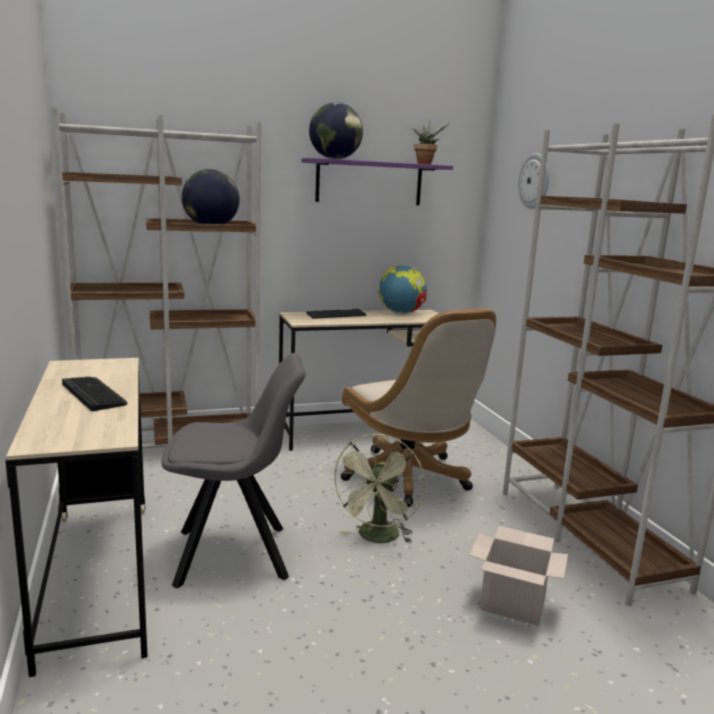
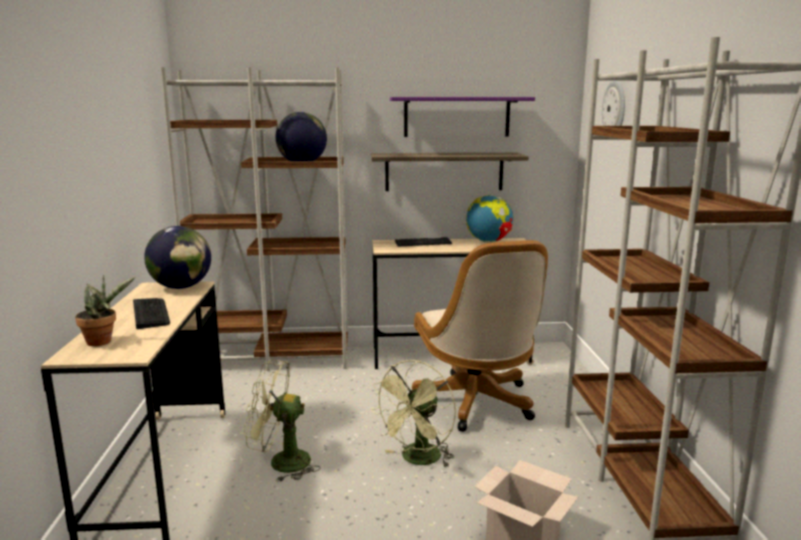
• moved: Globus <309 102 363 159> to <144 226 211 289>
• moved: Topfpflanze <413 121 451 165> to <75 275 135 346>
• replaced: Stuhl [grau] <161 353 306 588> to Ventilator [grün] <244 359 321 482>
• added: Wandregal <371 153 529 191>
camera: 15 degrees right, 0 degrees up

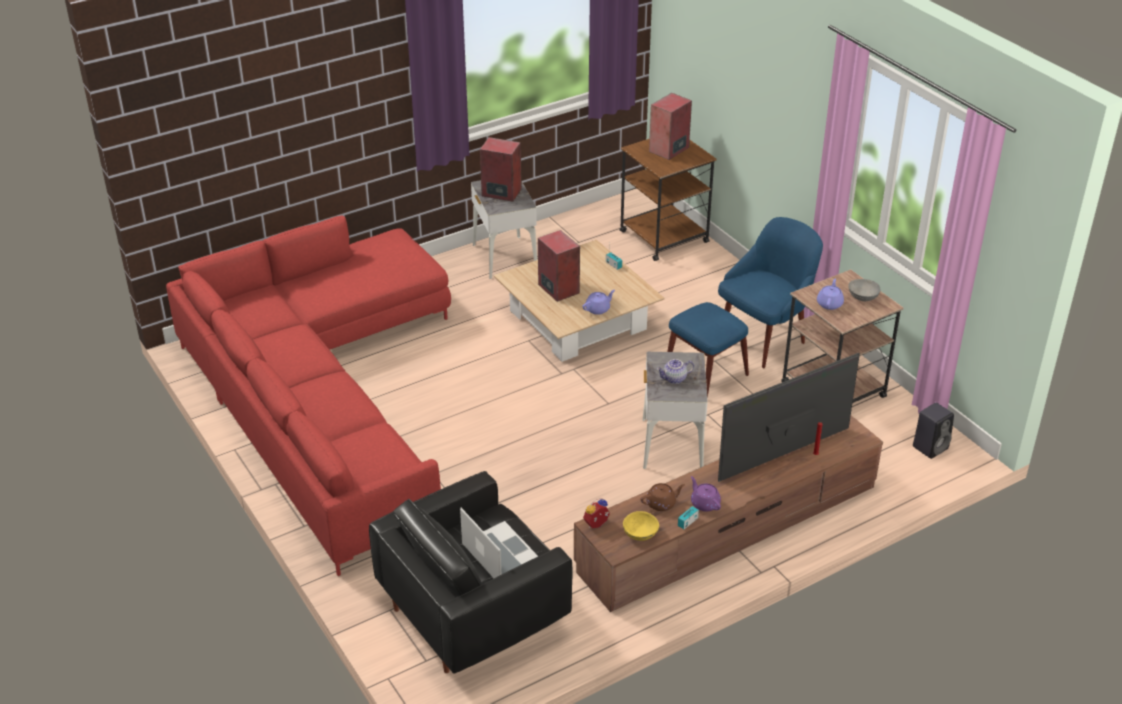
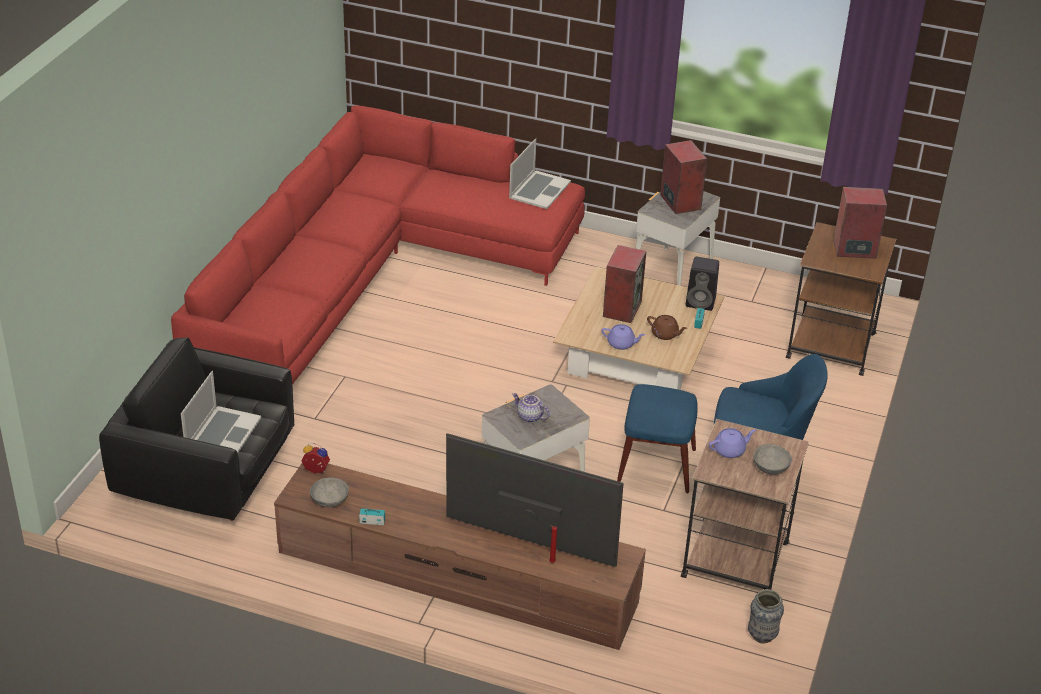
• moved: Lautsprecher [schwarz] <913 403 954 459> to <686 257 719 311>
• removed: Teekanne [lila] <691 476 721 511>
• moved: Teekanne [braun] <641 483 685 511> to <647 315 687 340>
• recoloured: Schüssel [gelb] <623 511 659 541> to Schüssel [grau] <310 477 349 507>
• added: Laptop <509 138 571 209>
• added: Vase <748 589 784 644>
camera: 50 degrees right, 0 degrees up

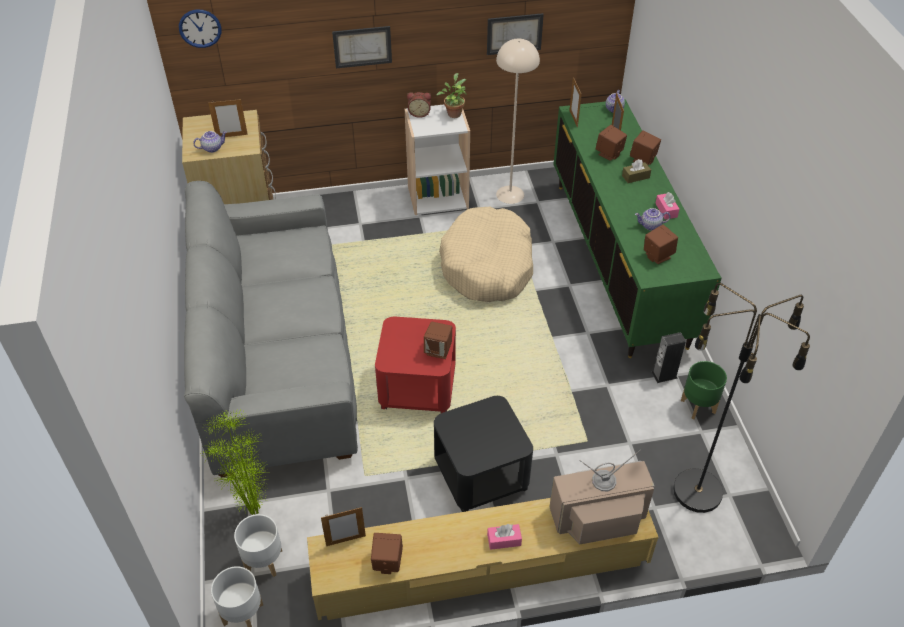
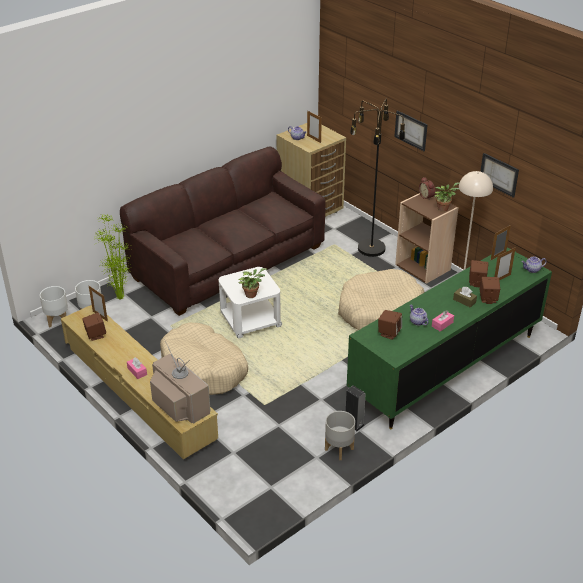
• removed: Wanduhr <179 9 222 48>
• recoloured: Bücherregal [weiß] <405 105 470 215> to Bücherregal [braun] <395 193 459 284>
• recoloured: Sofa [grau] <184 181 358 477> to Sofa [braun] <120 147 326 316>
• moved: Stehlampe <673 283 810 513> to <350 99 405 257>
• recoloured: Beistelltisch [rot] <375 317 456 413> to Beistelltisch [weiß] <219 267 282 339>
• replaced: Lautsprecher [braun] <424 322 452 359> to Topfpflanze <238 268 267 298>
• recoloured: Pflanzkübel [grün] <681 361 727 420> to Pflanzkübel [grau] <325 411 355 460>
• replaced: Beistelltisch [schwarz] <434 396 533 512> to Hundebett [beige] <160 323 248 395>
camera: 60 degrees right, 10 degrees down

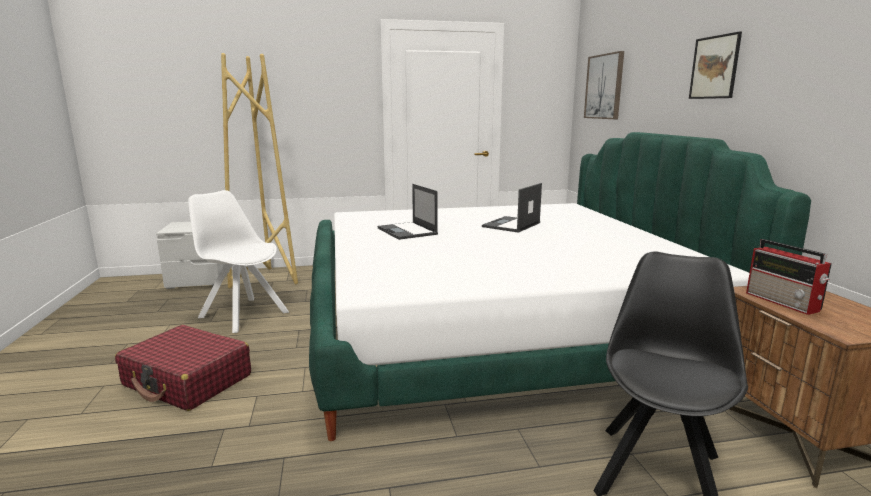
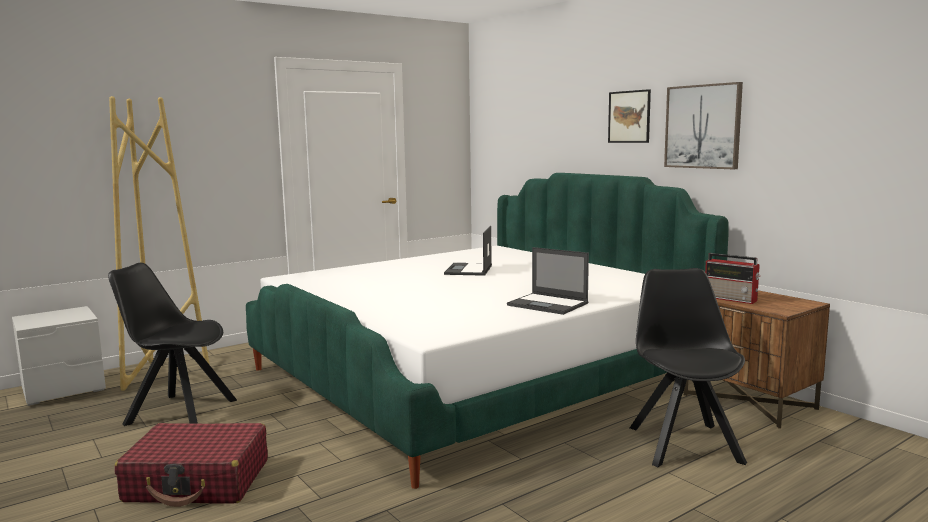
• moved: Bild <584 51 624 119> to <664 82 743 169>
• moved: Laptop <378 184 438 240> to <507 247 589 315>
• recoloured: Stuhl [weiß] <188 190 289 333> to Stuhl [schwarz] <108 263 237 426>
camera: 25 degrees left, 5 degrees down

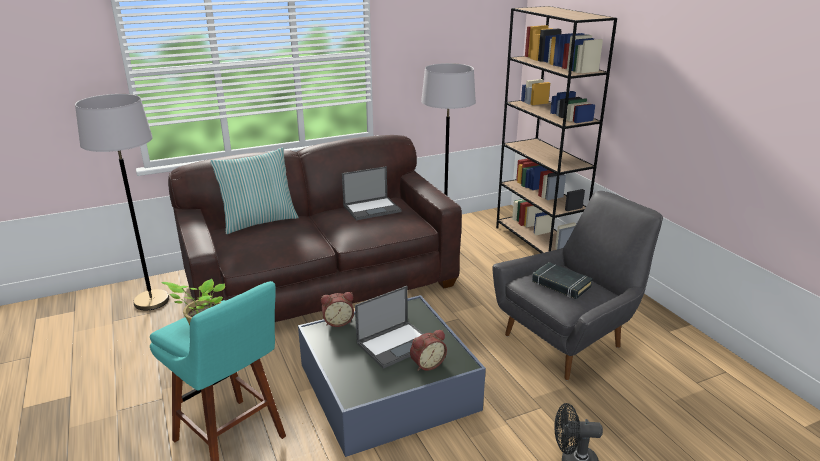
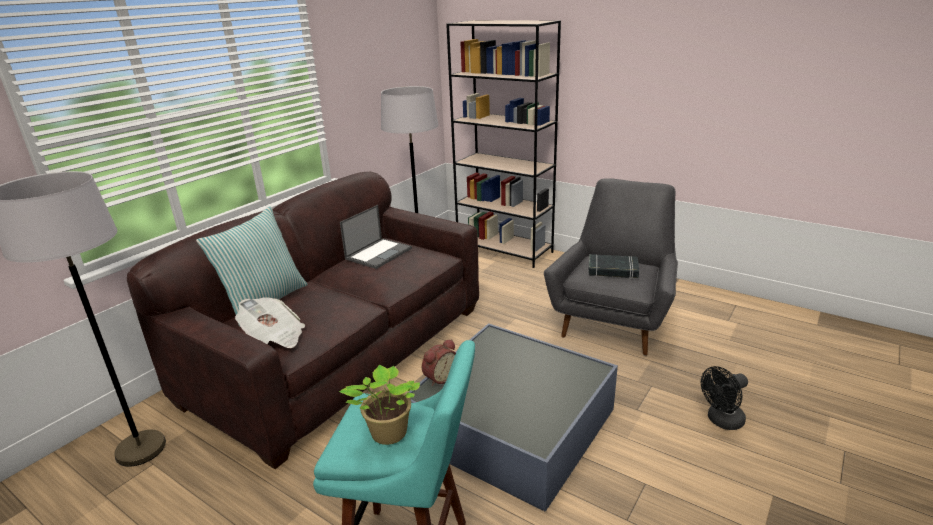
• removed: Laptop <355 286 423 369>
• removed: Wecker <410 330 447 371>
• added: Zeitung <235 297 305 348>
camera: 30 degrees left, 0 degrees up

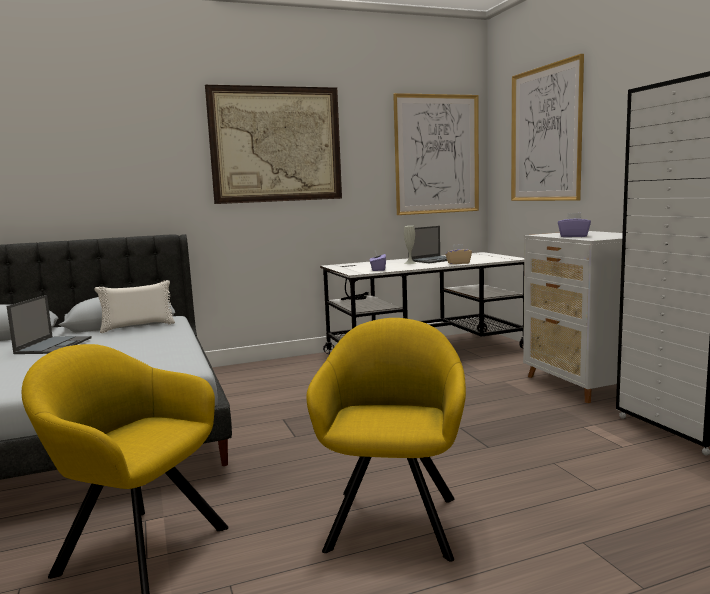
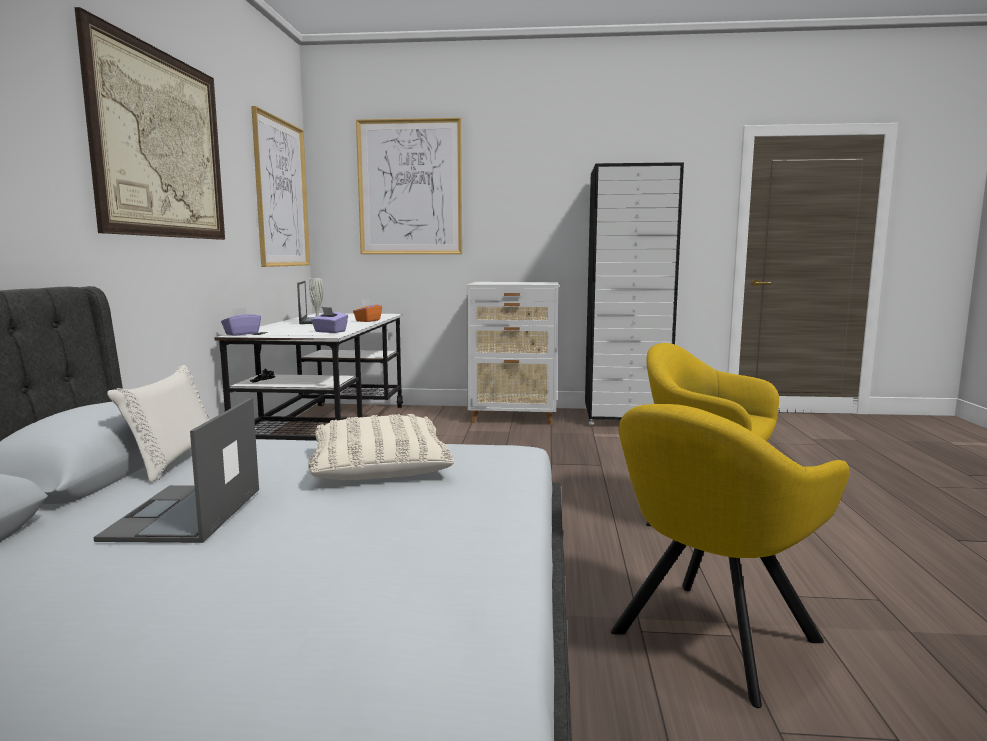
• moved: Taschentuchbox [lila] <558 213 591 237> to <221 307 261 335>
• recoloured: Taschentuchbox [beige] <445 244 472 264> to Taschentuchbox [orange] <353 299 382 322>
• turned: Laptop <7 295 92 354> = <94 398 259 543> 120 degrees counterclockwise
• added: Kissen [beige] <308 414 454 480>
camera: 65 degrees left, 0 degrees up

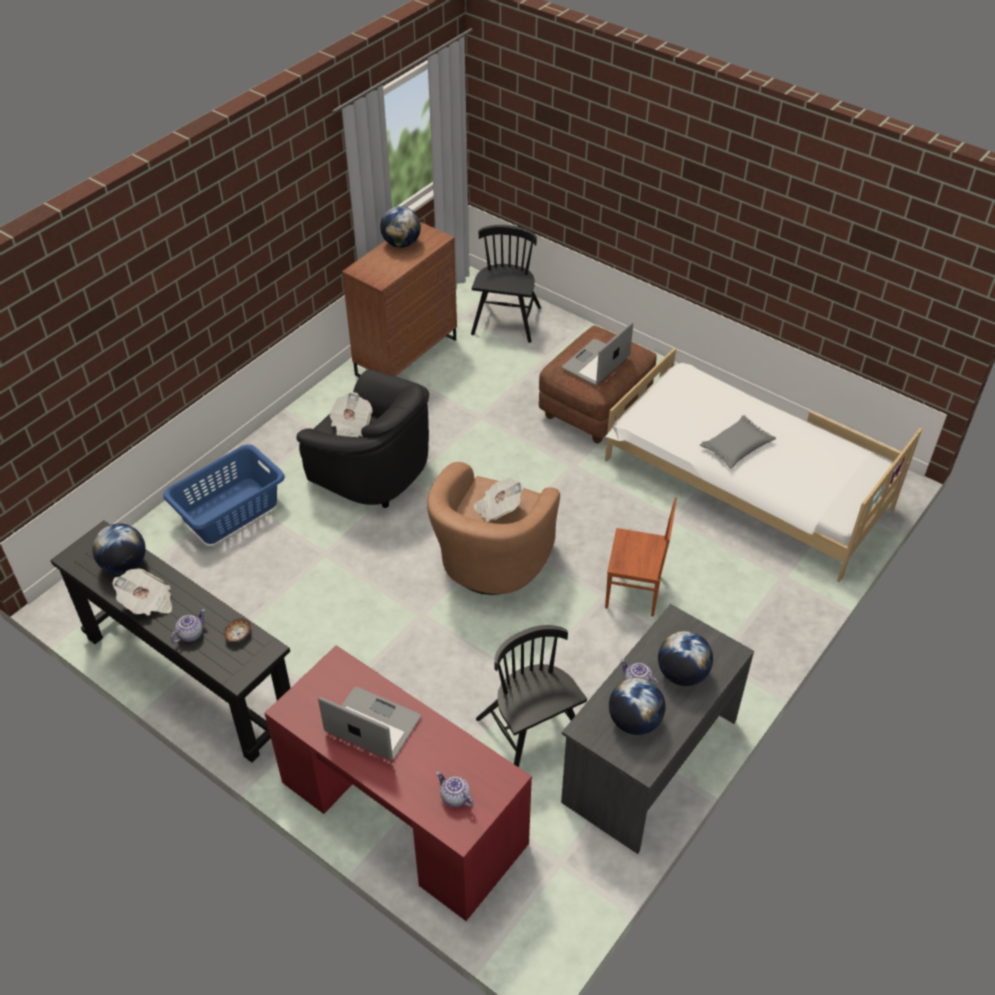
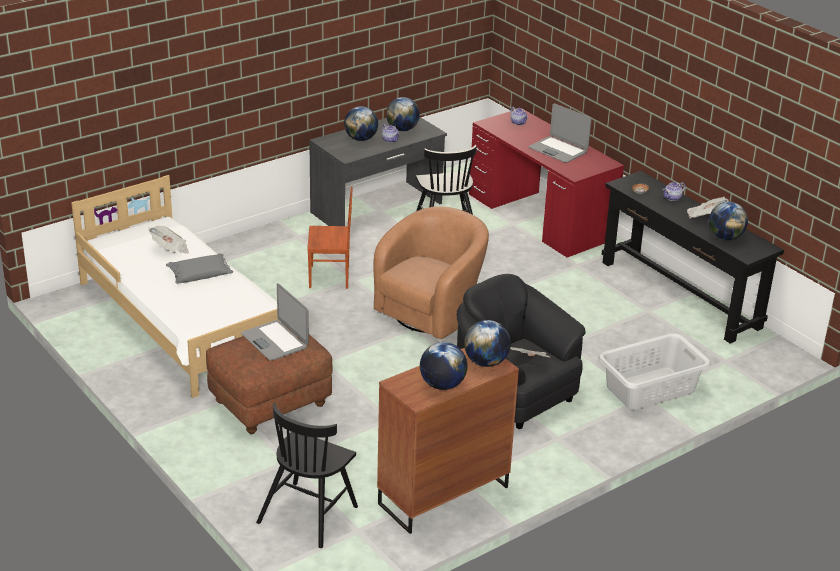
• turned: Laptop <562 322 633 385> = <241 283 309 361> 90 degrees clockwise
• recoloured: Wäschekorb [blau] <163 444 285 544> to Wäschekorb [grau] <599 333 711 410>
• moved: Zeitung <473 477 524 522> to <148 226 189 254>
• turned: Stuhl [braun] <605 497 677 616> = <307 186 353 289> 150 degrees clockwise
• added: Globus <464 320 511 367>
camera: 165 degrees left, 15 degrees down

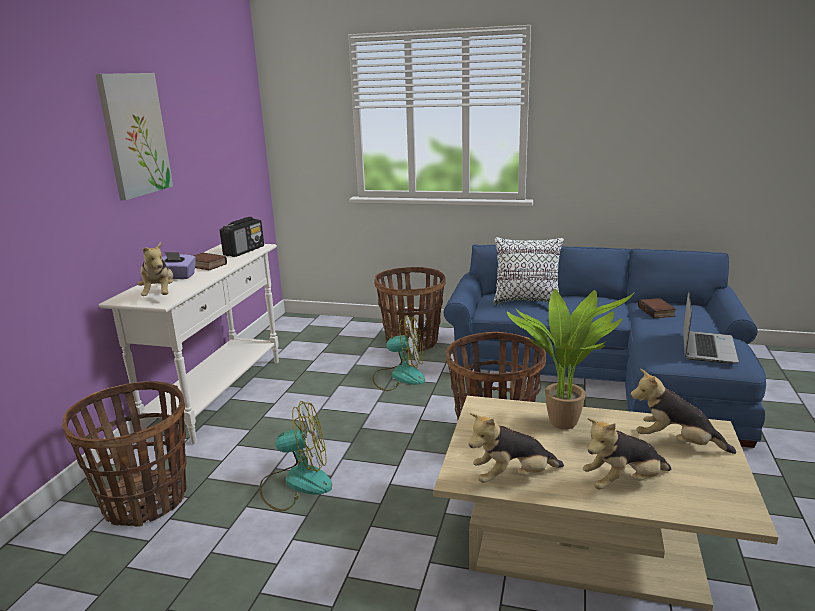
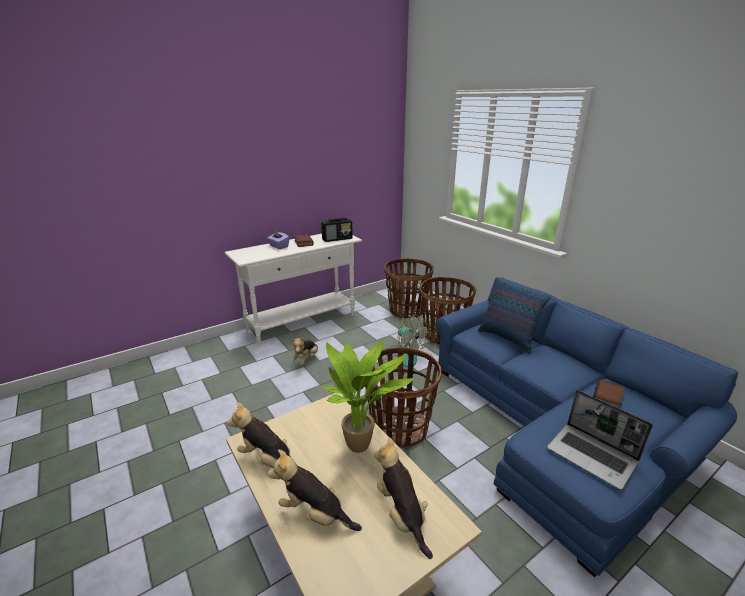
• removed: Bild <95 73 173 200>
• recoloured: Kissen [weiß] <493 237 564 305> to Kissen [blau] <478 277 551 354>
• moved: Plüschtier <138 242 173 296> to <291 337 318 366>
• turned: Laptop <683 292 739 364> = <547 390 653 490> 75 degrees clockwise
• moved: Korb <62 381 187 527> to <384 258 434 318>
• removed: Ventilator <259 401 332 511>
camera: 40 degrees right, 5 degrees up

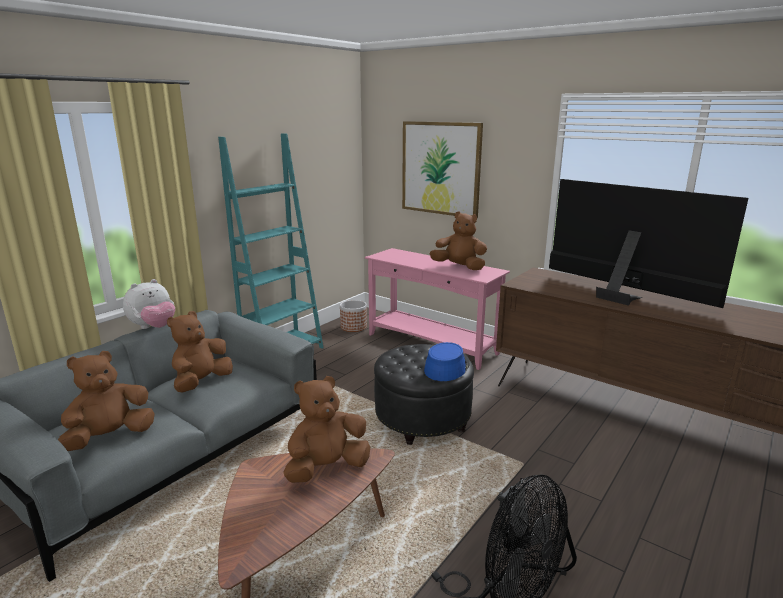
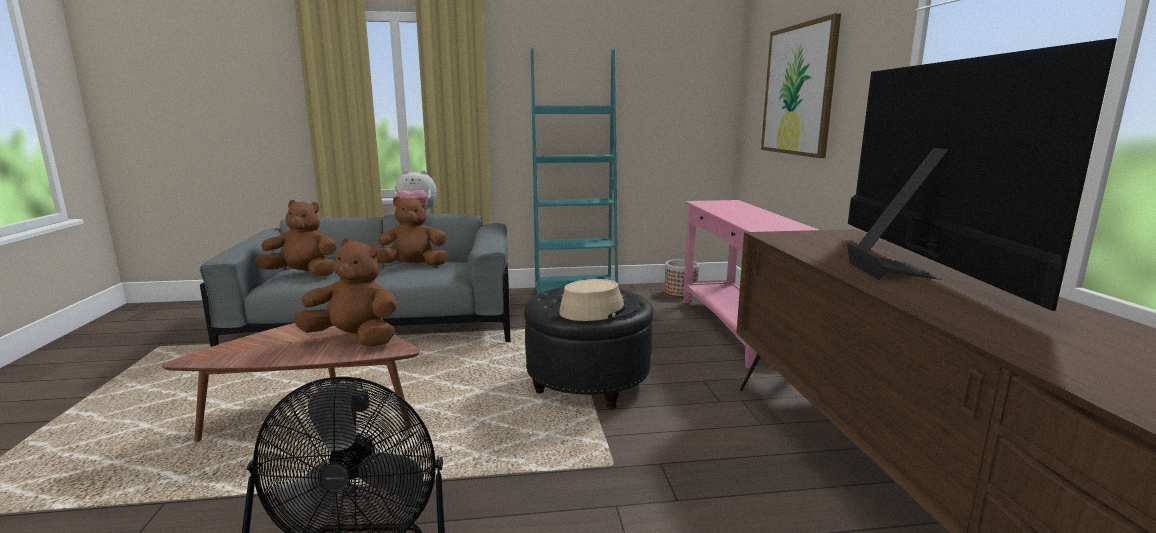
• removed: Plüschtier [braun] <430 211 487 270>
• recoloured: Hut [blau] <424 342 470 381> to Hut [beige] <559 279 639 321>
camera: 45 degrees right, 5 degrees down

